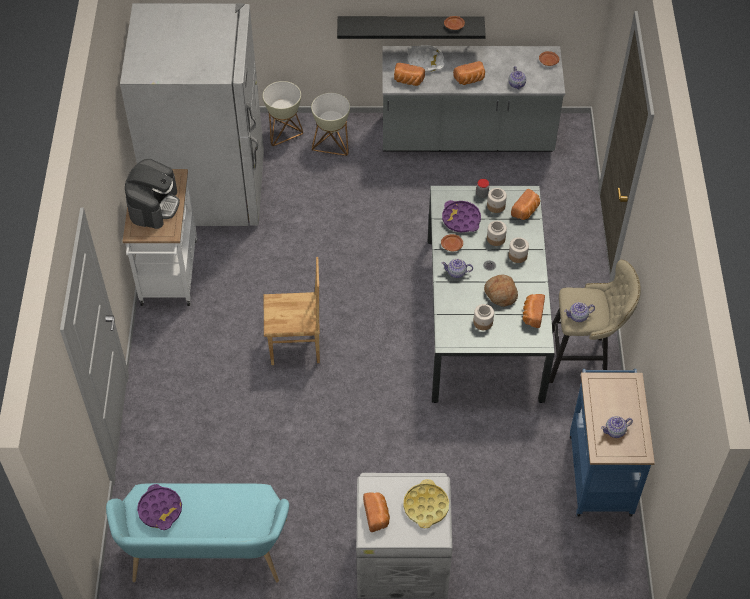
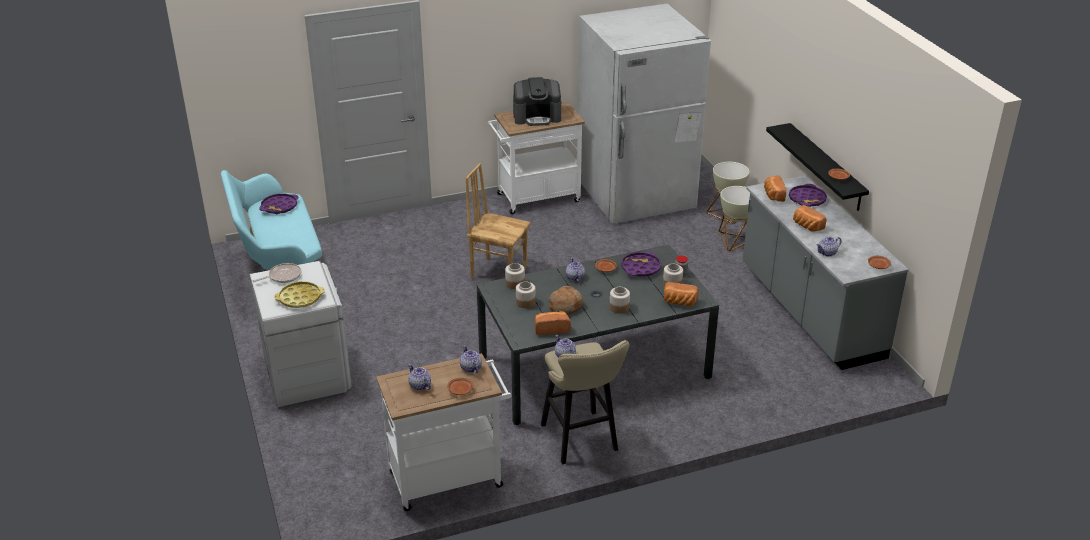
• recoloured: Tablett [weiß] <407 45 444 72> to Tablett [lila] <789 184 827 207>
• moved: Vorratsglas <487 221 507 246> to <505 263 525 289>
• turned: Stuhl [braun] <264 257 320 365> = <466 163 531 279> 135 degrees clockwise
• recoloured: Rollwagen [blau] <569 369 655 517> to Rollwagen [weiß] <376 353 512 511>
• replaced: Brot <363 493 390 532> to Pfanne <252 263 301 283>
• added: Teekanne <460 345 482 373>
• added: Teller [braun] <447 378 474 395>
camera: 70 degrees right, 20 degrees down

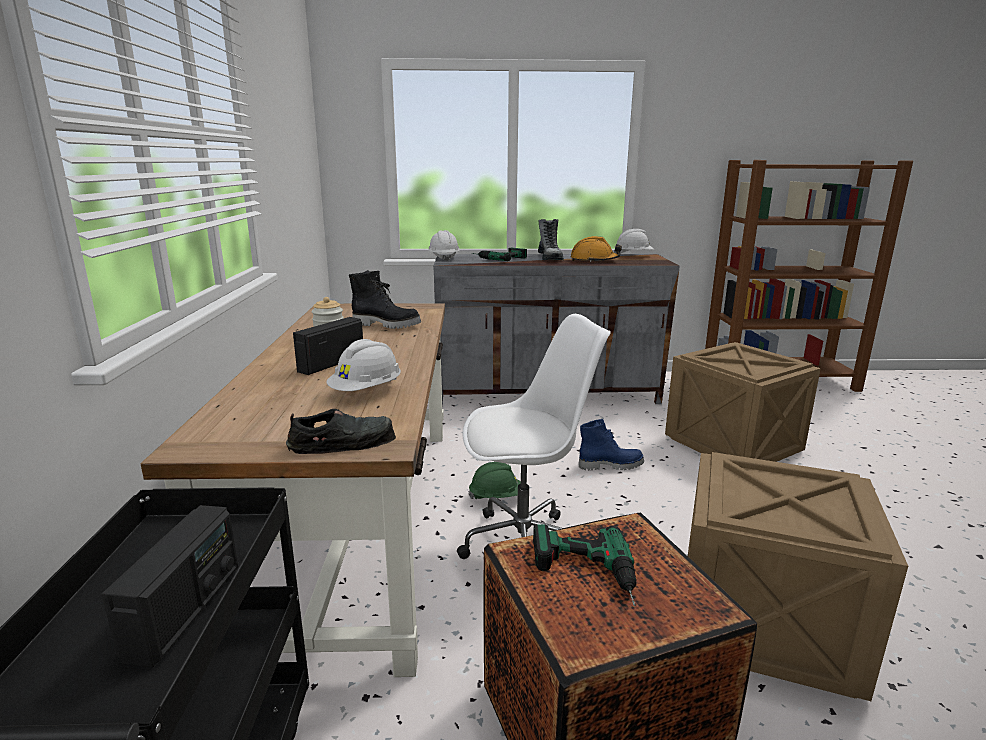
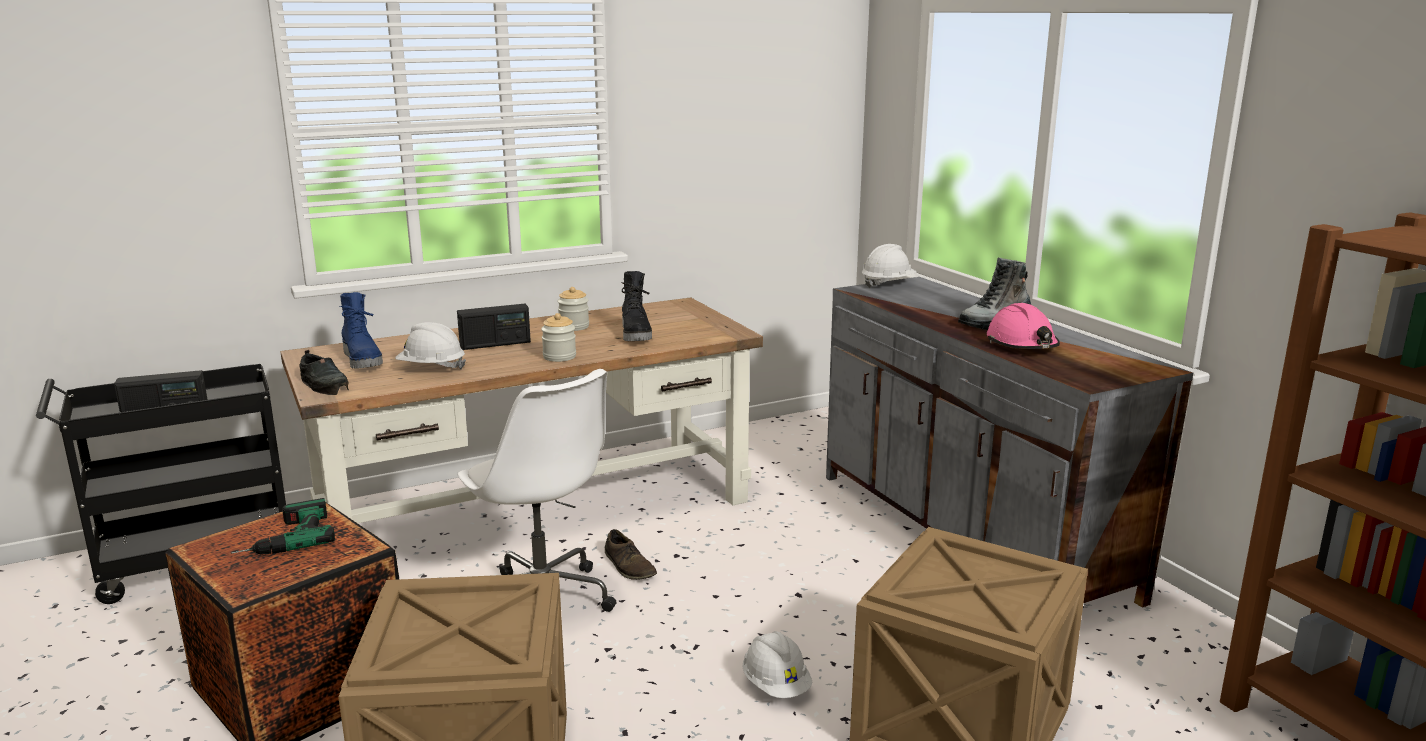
• moved: Schutzhelm [weiß] <614 229 655 254> to <742 631 813 698>
• recoloured: Schutzhelm [orange] <570 236 622 262> to Schutzhelm [rosa] <987 303 1060 349>
• removed: Bohrmaschine <472 248 527 261>
• turned: Radio <293 317 363 375> = <457 304 531 350> 150 degrees clockwise
• moved: Stiefel [blau] <579 419 644 470> to <340 292 383 369>
• replaced: Schutzhelm [grün] <468 462 521 500> to Schuh [braun] <605 529 657 580>
• added: Vorratsglas <541 313 576 362>
camera: 65 degrees right, 0 degrees up

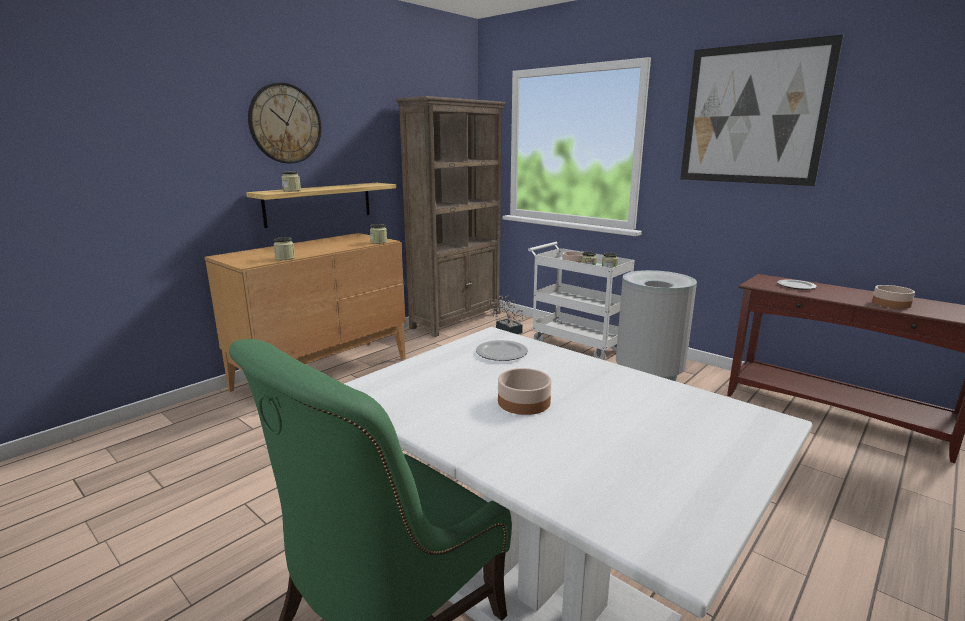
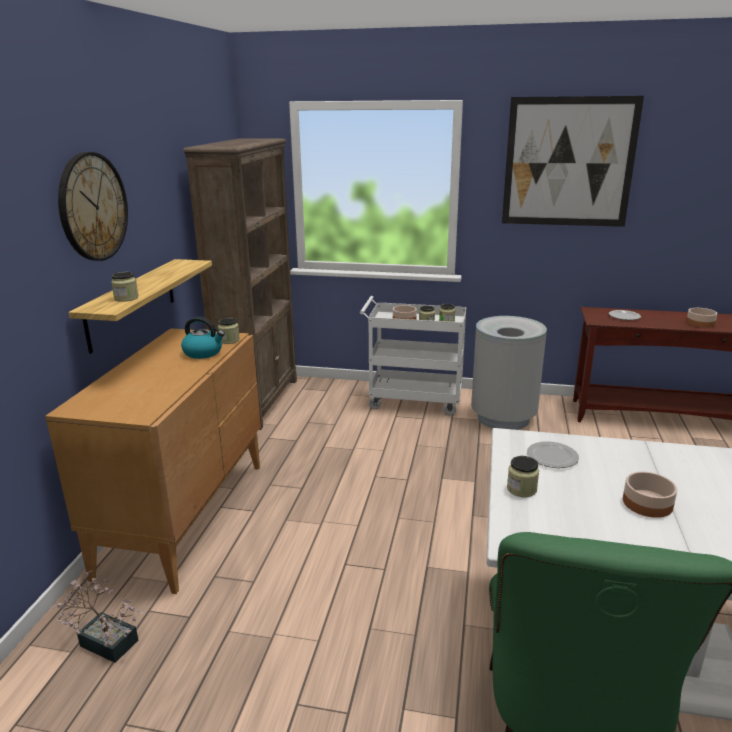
• moved: Vorratsglas <273 237 295 260> to <507 456 539 497>
• moved: Topfpflanze <489 295 528 334> to <52 571 144 663>
• added: Wasserkessel <181 317 225 359>
camera: 30 degrees left, 5 degrees up

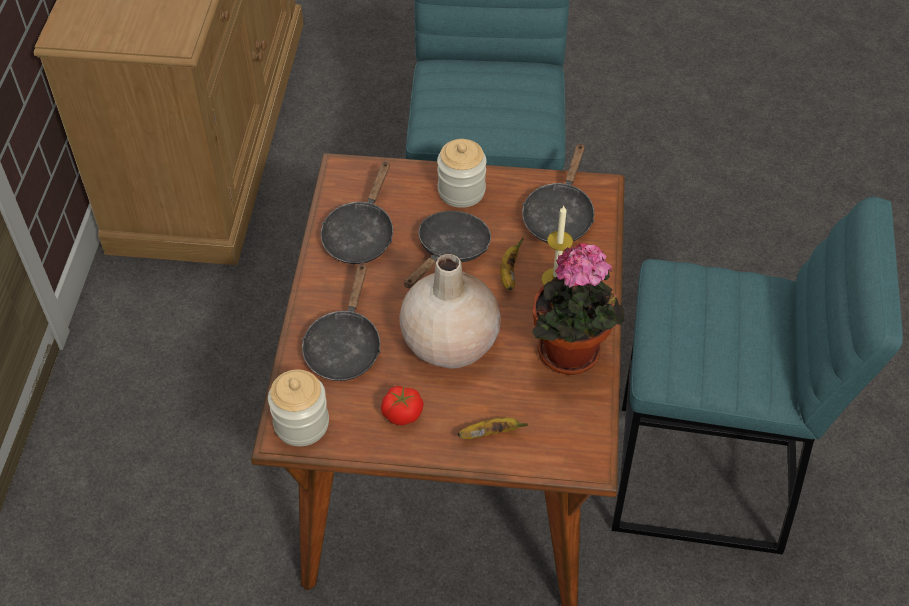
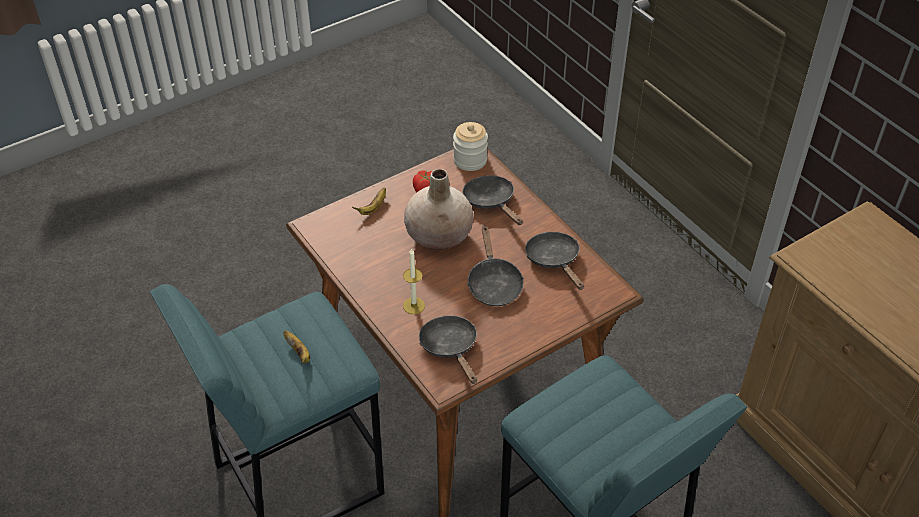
• removed: Vorratsglas <437 139 487 208>
• moved: Banane <500 238 523 290> to <283 330 310 364>
• removed: Topfpflanze <532 243 624 375>
camera: 140 degrees right, 5 degrees down

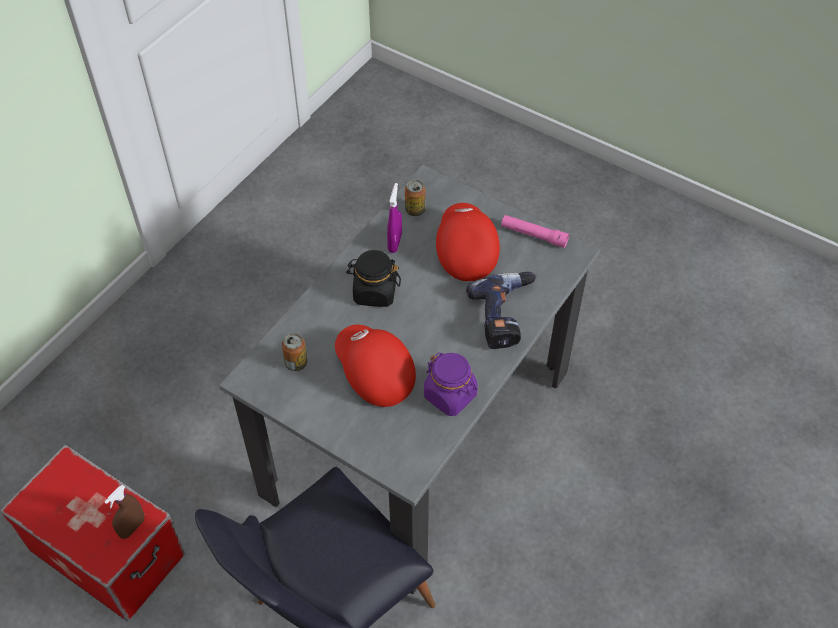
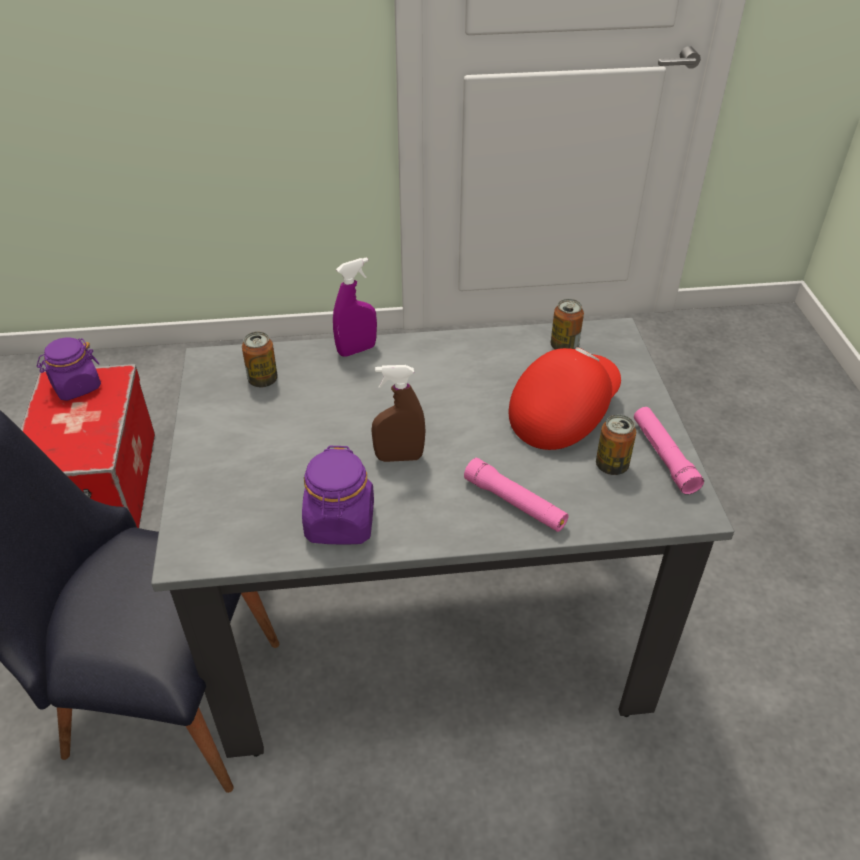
• moved: Sprühflasche [lila] <387 183 402 253> to <333 257 377 357>
• removed: Vorratsglas [schwarz] <346 250 401 307>
• replaced: Bohrmaschine <466 272 537 349> to Taschenlampe [rosa] <464 458 569 532>
• removed: Kappe [rot] <335 325 416 407>
• moved: Sprühflasche [braun] <104 485 144 539> to <371 365 426 462>
• added: Vorratsglas [lila] <37 337 101 401>
• added: Dose <596 414 636 475>
camera: 50 degrees right, 10 degrees down

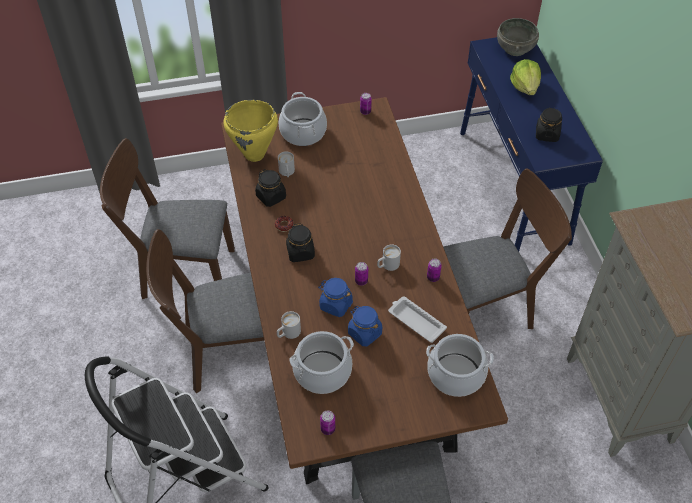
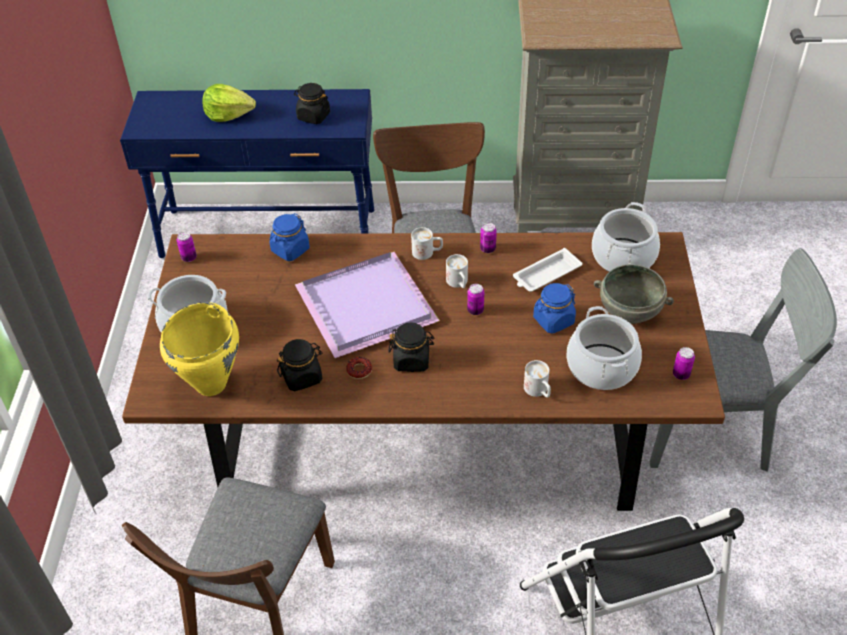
• moved: Schüssel [grau] <497 18 539 56> to <594 264 674 324>
• moved: Henkelbecher [weiß] <278 151 295 177> to <411 227 443 260>
• removed: Stuhl [braun] <146 229 264 393>
• moved: Vorratsglas [blau] <318 278 353 317> to <270 213 310 261>
• added: Tablett [lila] <295 252 440 358>
camera: 75 degrees left, 5 degrees down

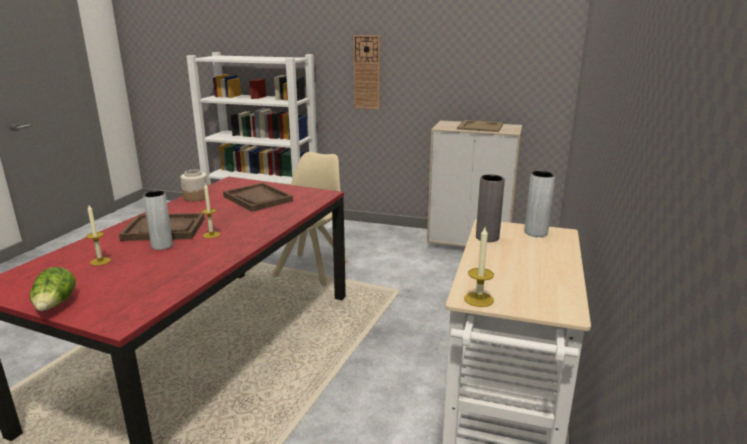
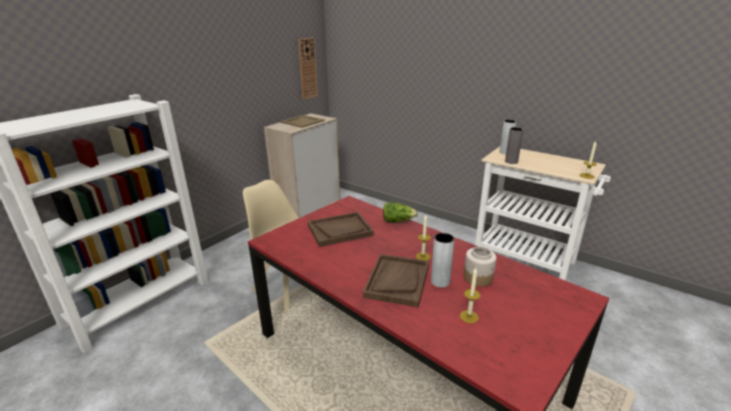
• moved: Wanduhr <353 35 380 109> to <298 38 318 100>
• moved: Vorratsglas <180 169 209 202> to <464 246 496 287>
• moved: Salatkopf <30 267 76 311> to <383 202 418 222>
camera: 70 degrees left, 5 degrees up

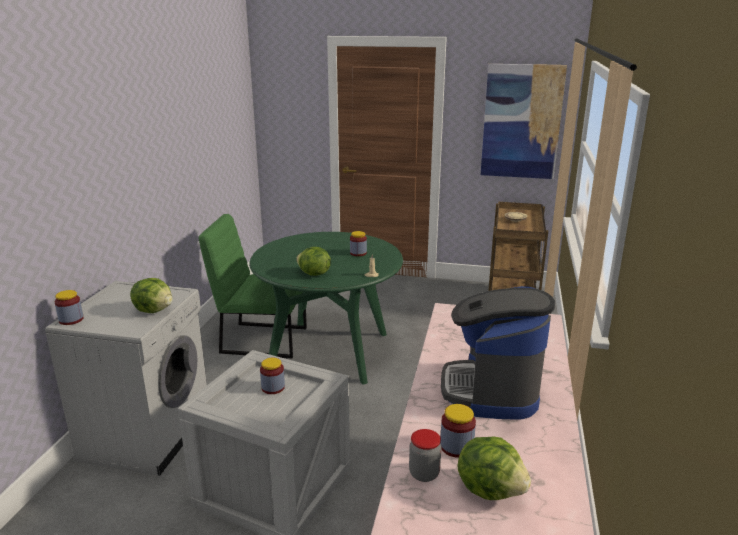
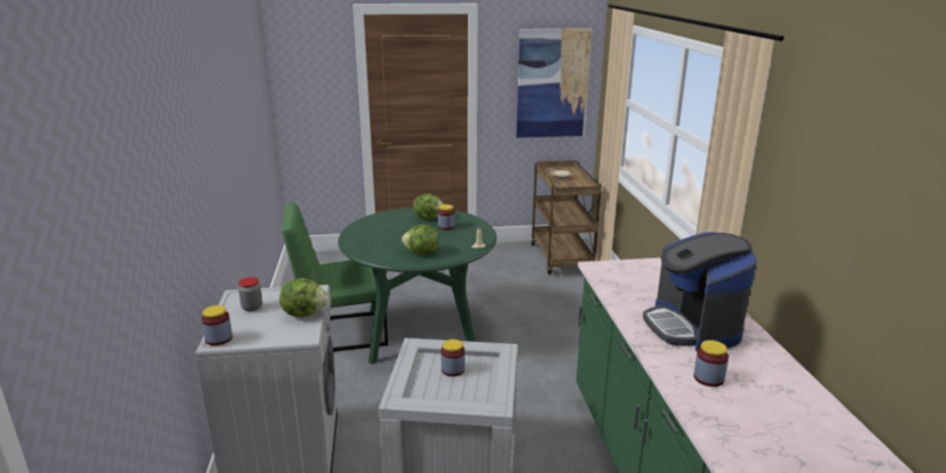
• moved: Vorratsglas <409 429 442 482> to <238 277 262 311>
• moved: Salatkopf <458 437 531 500> to <413 193 444 220>
camera: 20 degrees left, 0 degrees up

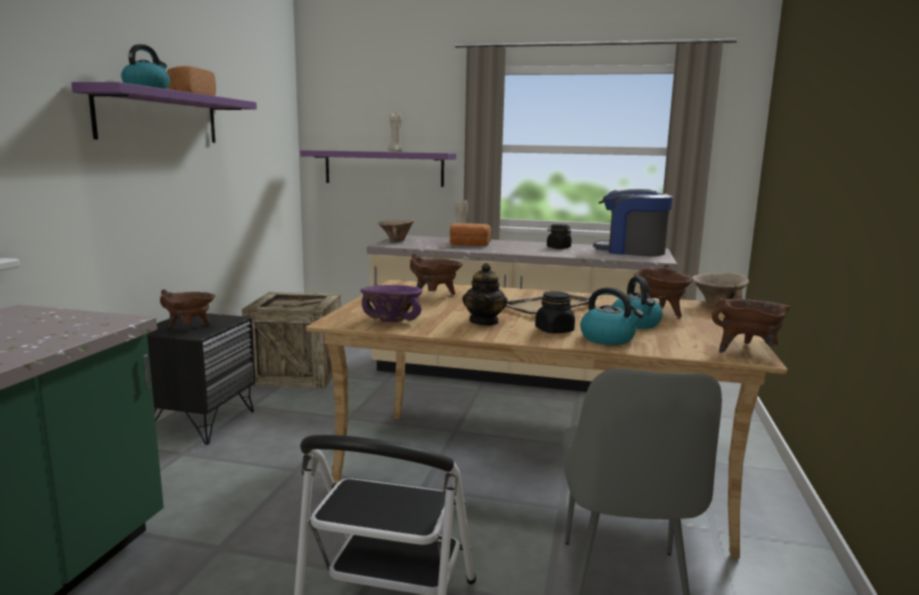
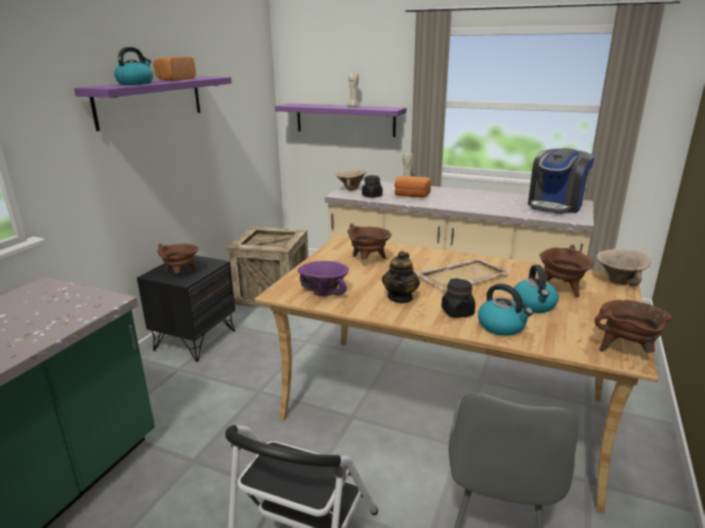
• turned: Kaffeemaschine <593 189 673 256> = <528 148 595 214> 90 degrees counterclockwise
• moved: Vorratsglas [schwarz] <547 224 571 249> to <362 175 383 198>
camera: 10 degrees right, 10 degrees up

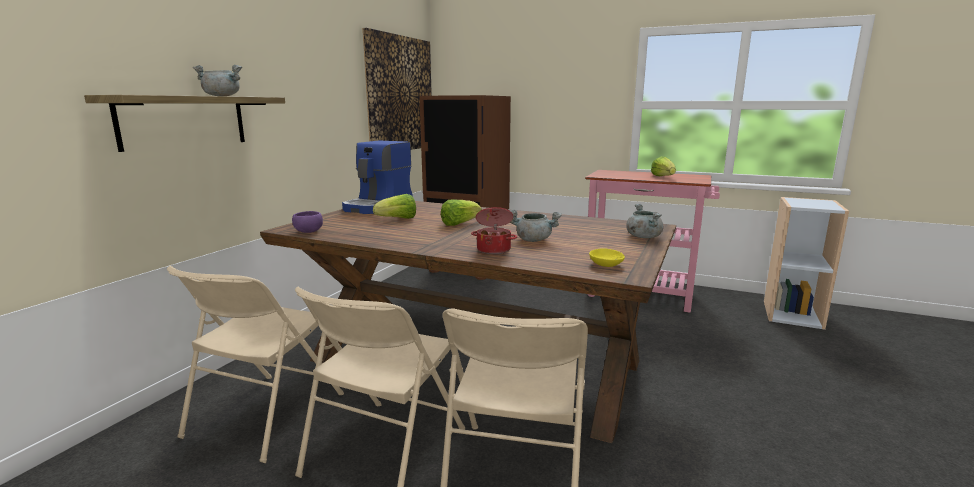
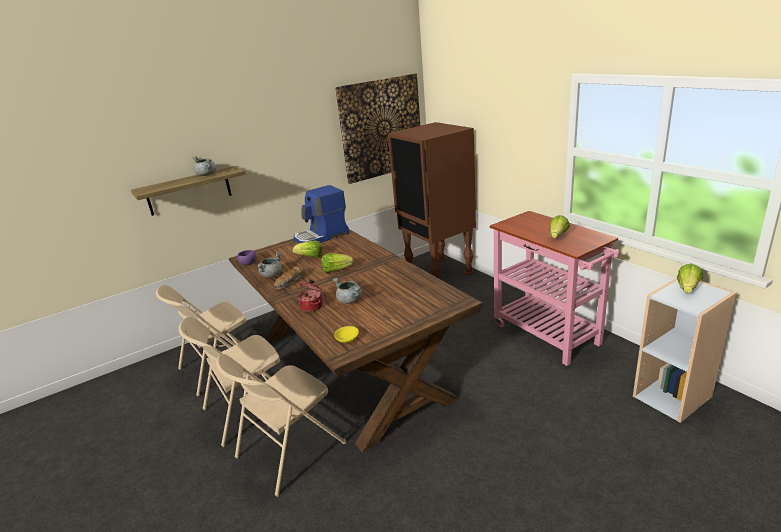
• moved: Kochtopf [grau] <626 204 663 238> to <257 252 282 277>
• added: Salatkopf <677 264 703 293>
• added: Brot <274 265 306 290>
camera: 35 degrees right, 10 degrees up

